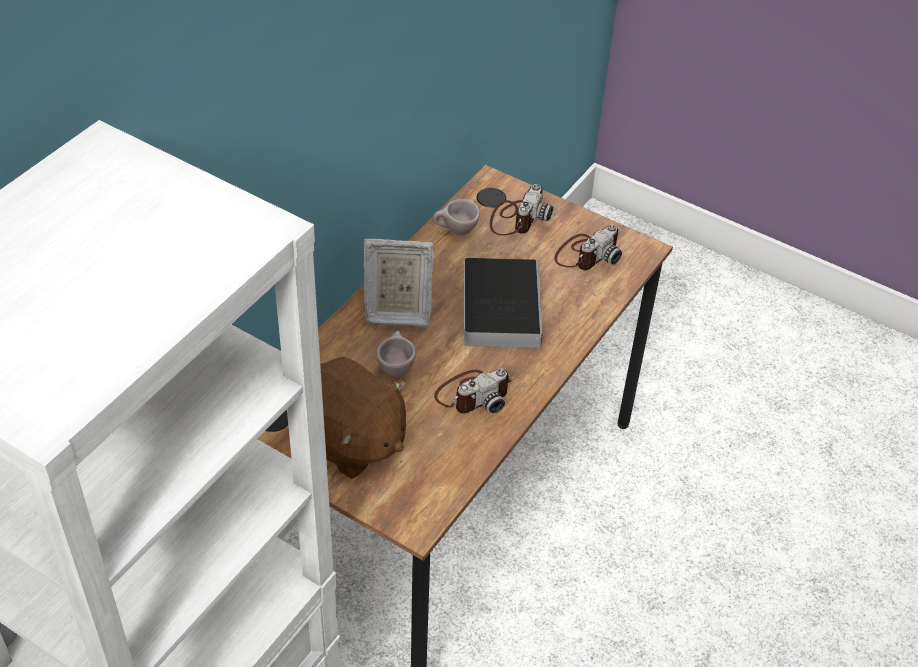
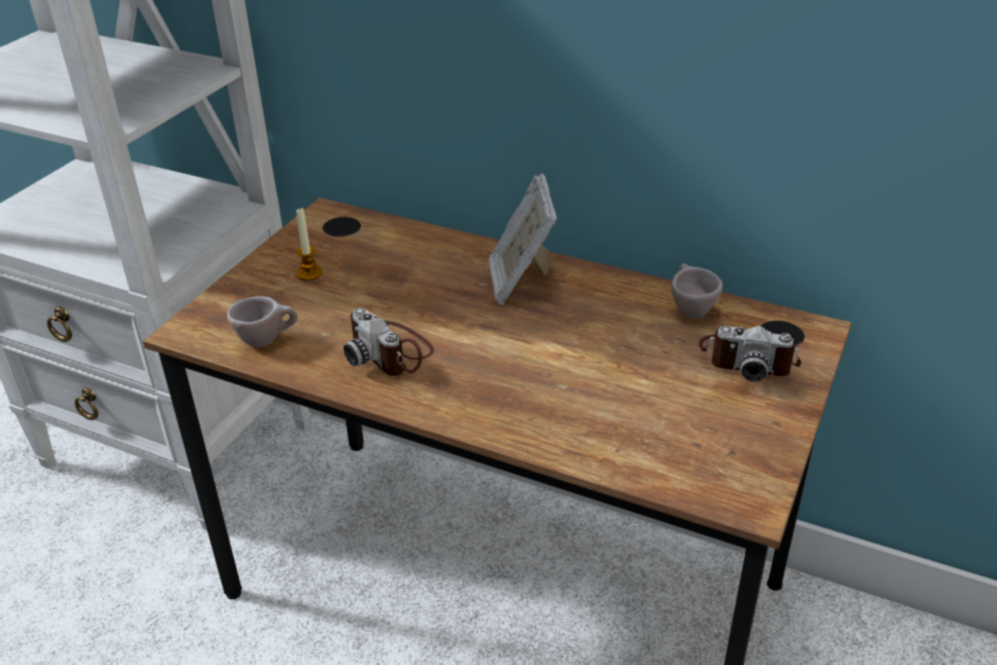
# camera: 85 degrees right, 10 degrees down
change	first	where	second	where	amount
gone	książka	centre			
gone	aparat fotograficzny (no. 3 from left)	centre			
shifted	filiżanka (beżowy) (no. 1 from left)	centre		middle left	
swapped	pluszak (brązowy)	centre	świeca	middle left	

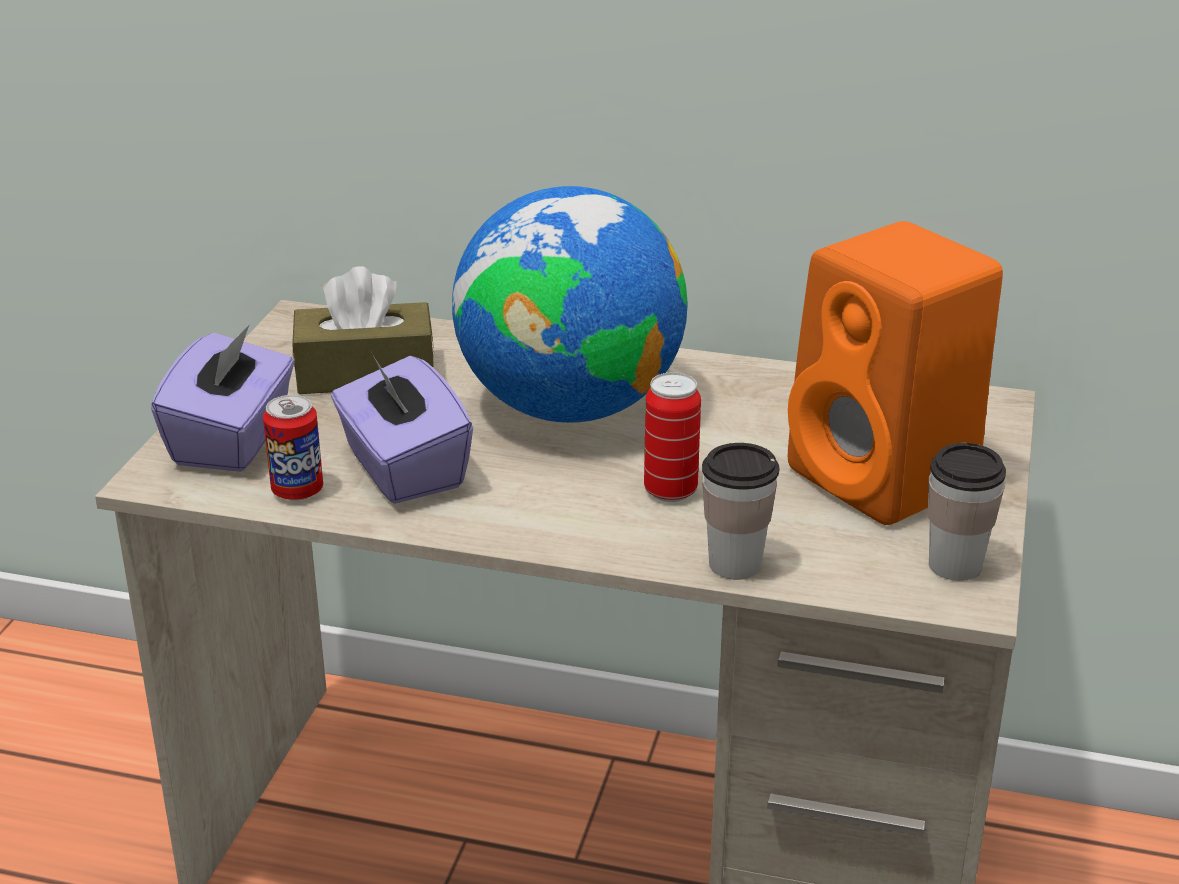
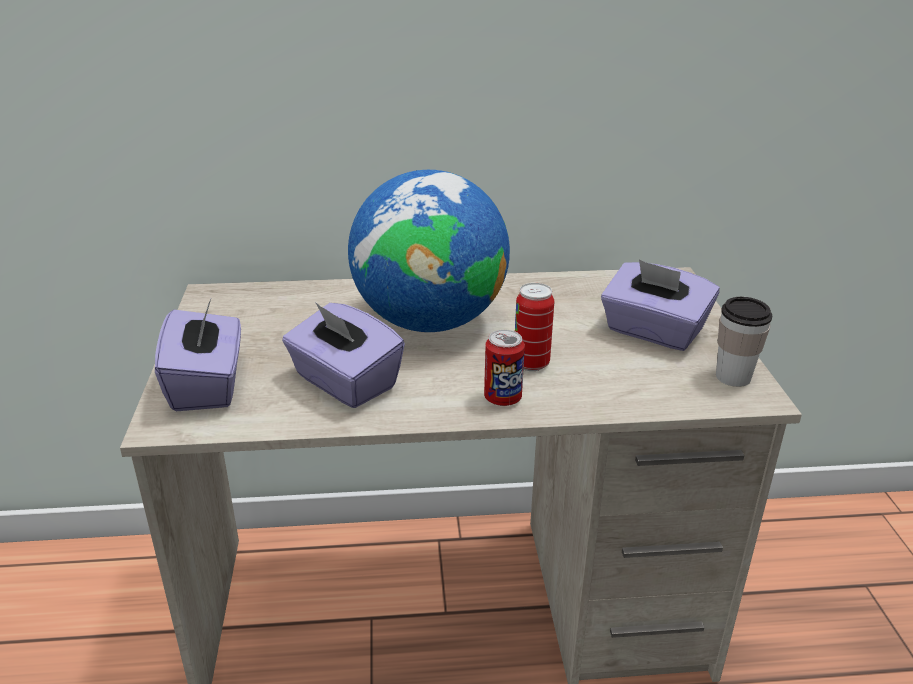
# camera: 20 degrees left, 0 degrees up
change	first	where	second	where	amount
gone	pudełko chusteczek (brązowy)	middle left			
gone	filiżanka (no. 1 from left)	centre			
shifted	puszka (no. 1 from left)	middle left		centre	
swapped	głośnik (pomarańczowy)	middle right	pudełko chusteczek (fioletowy) (no. 3 from left)	middle right	

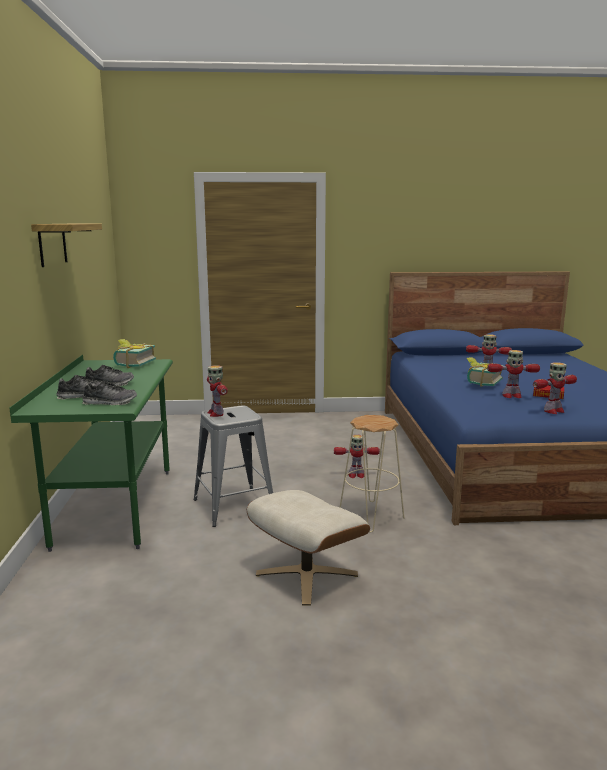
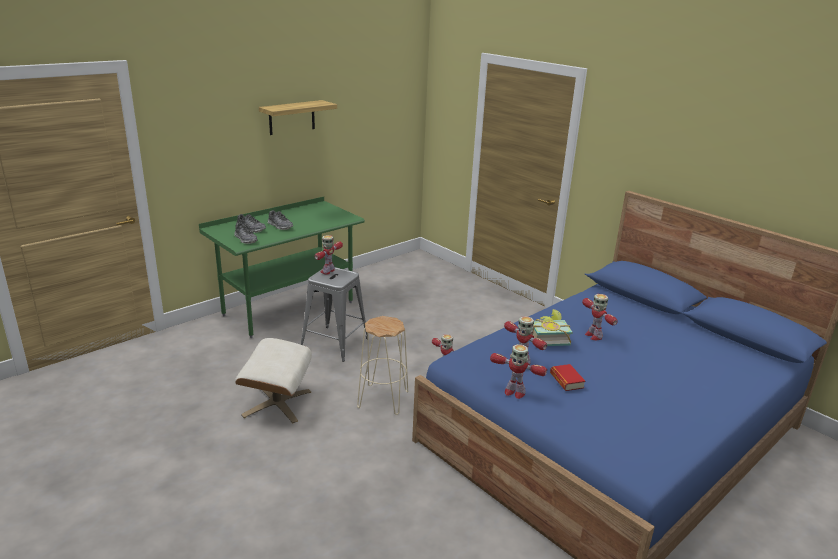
# camera: 50 degrees right, 10 degrees up
change	first	where	second	where	amount
gone	książka (no. 1 from left)	middle left			

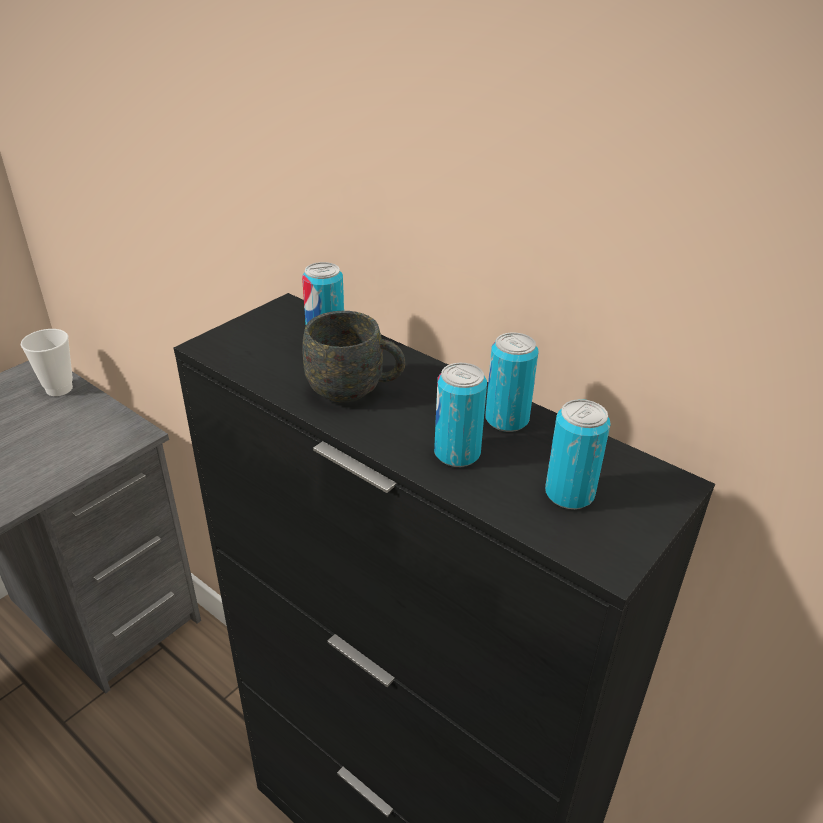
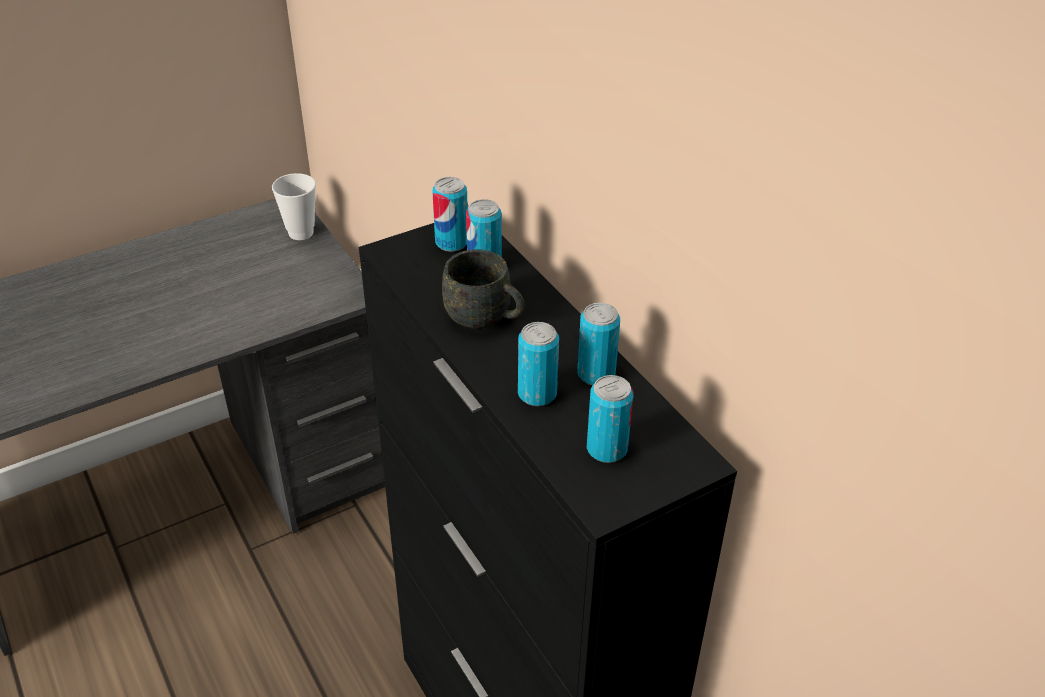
# camera: 20 degrees right, 5 degrees up
change	first	where	second	where	amount
new			puszka (no. 1 from left)	top centre	

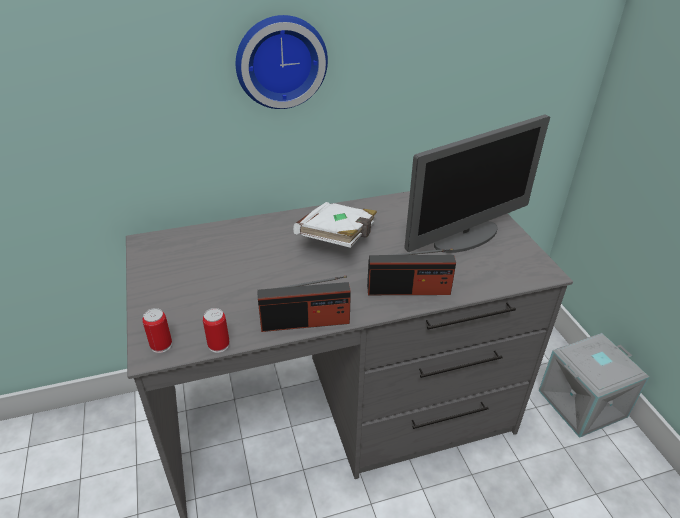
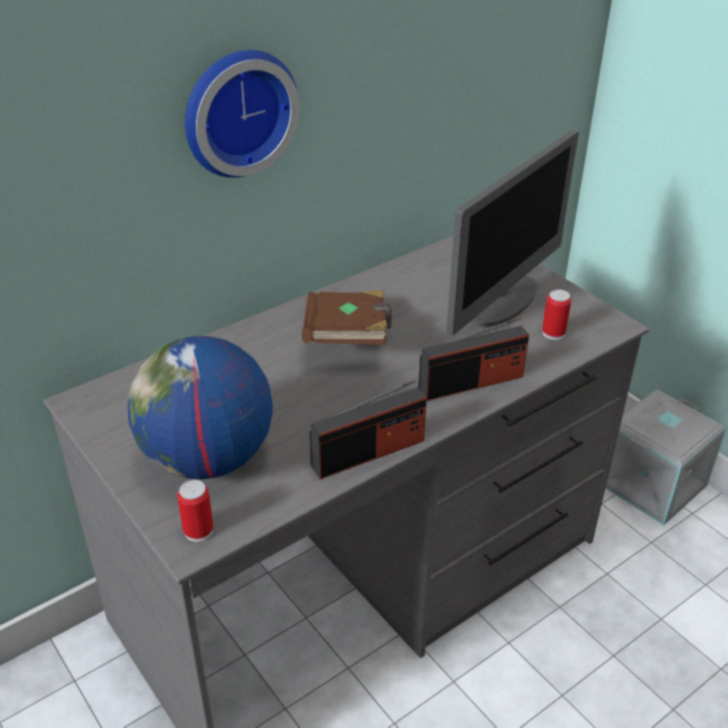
# camera: 20 degrees left, 0 degrees up
change	first	where	second	where	amount
new			globus	middle left	
shifted	puszka (no. 2 from left)	middle left		middle right	
repainted	książka (biały)	centre	książka (brązowy)	centre	

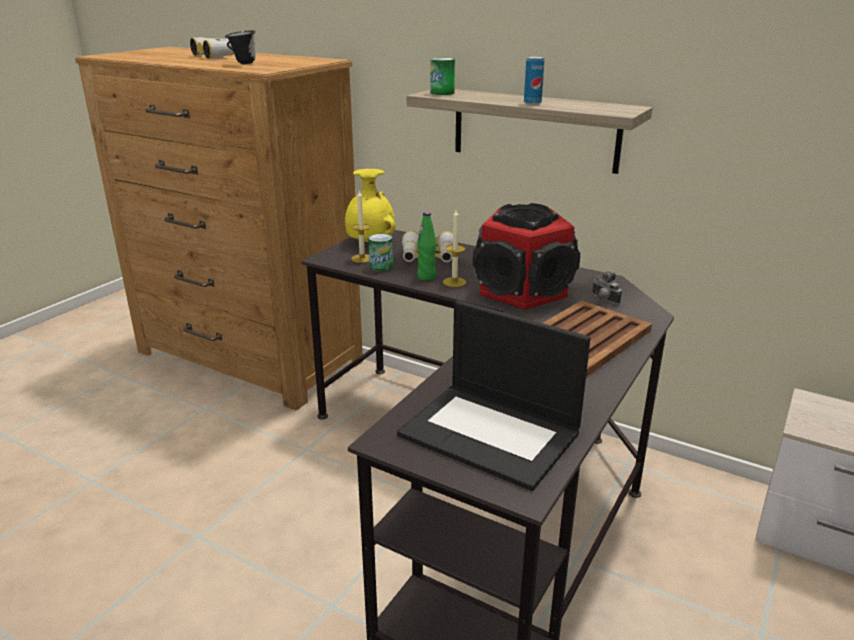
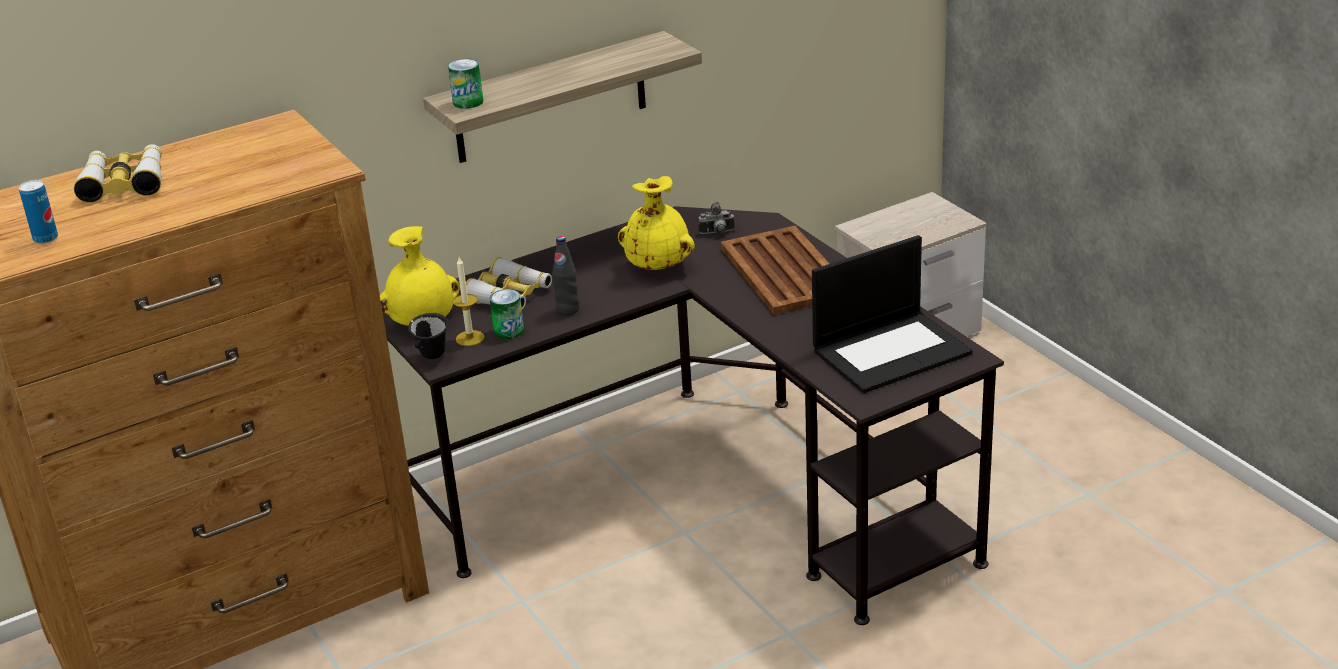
# camera: 60 degrees left, 5 degrees up
change	first	where	second	where	amount
gone	świeca (no. 2 from left)	centre			
shifted	kubek (czarny)	top left		middle left	
shifted	puszka (no. 3 from left in the first image)	top centre	puszka (no. 1 from left)	top left	
swapped	głośnik	centre	wazon (żółty) (no. 2 from left)	centre	
repainted	butelka (zielony)	centre	butelka (czarny)	centre	

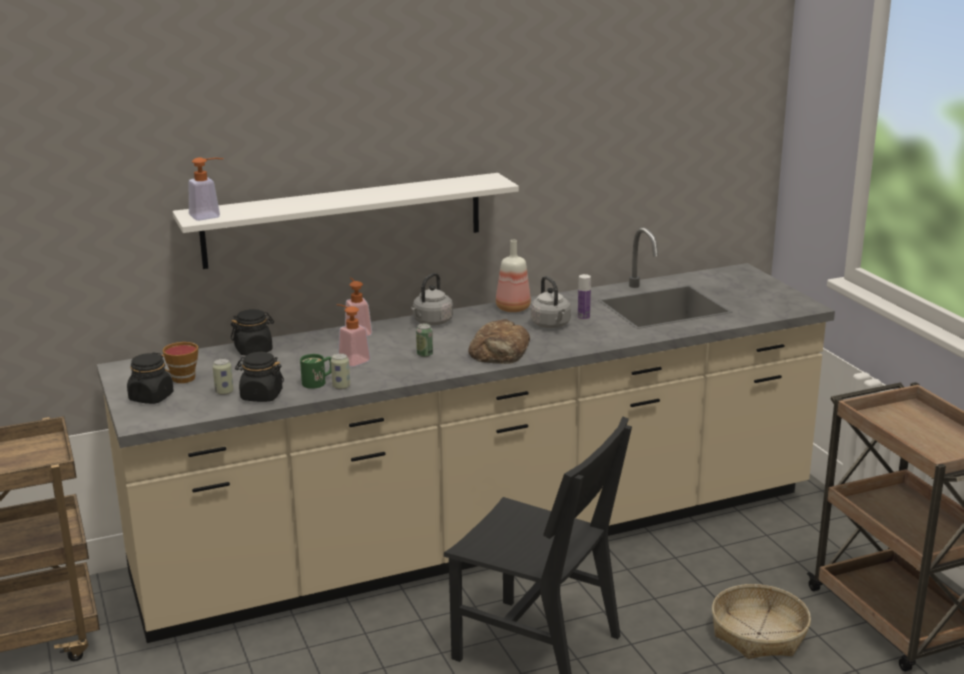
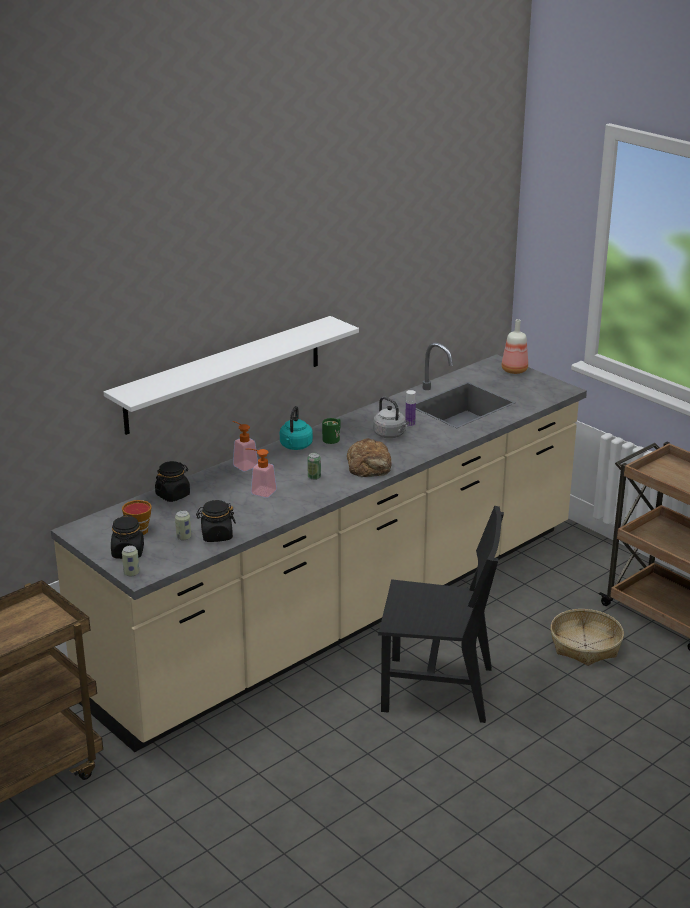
# camera: 20 degrees left, 5 degrees up
change	first	where	second	where	amount
gone	dozownik mydła (no. 1 from left)	top left			
shifted	kubek (zielony)	middle left		centre	
shifted	puszka (no. 2 from left in the first image)	centre	puszka (no. 1 from left)	middle left	
shifted	butelka (no. 1 from left in the first image)	centre	butelka (no. 2 from left)	middle right	
repainted	czajnik (szary) (no. 1 from left)	centre	czajnik (turkusowy)	centre	

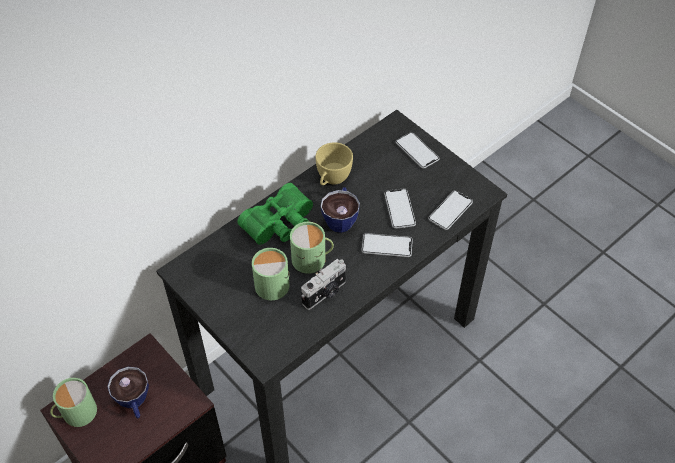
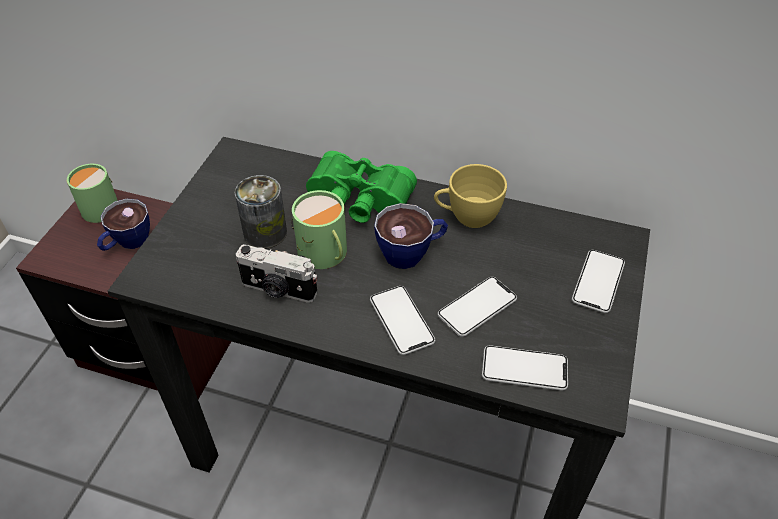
# camera: 60 degrees right, 5 degrees down
change	first	where	second	where	amount
swapped	kubek (zielony) (no. 2 from left)	centre	puszka	centre	

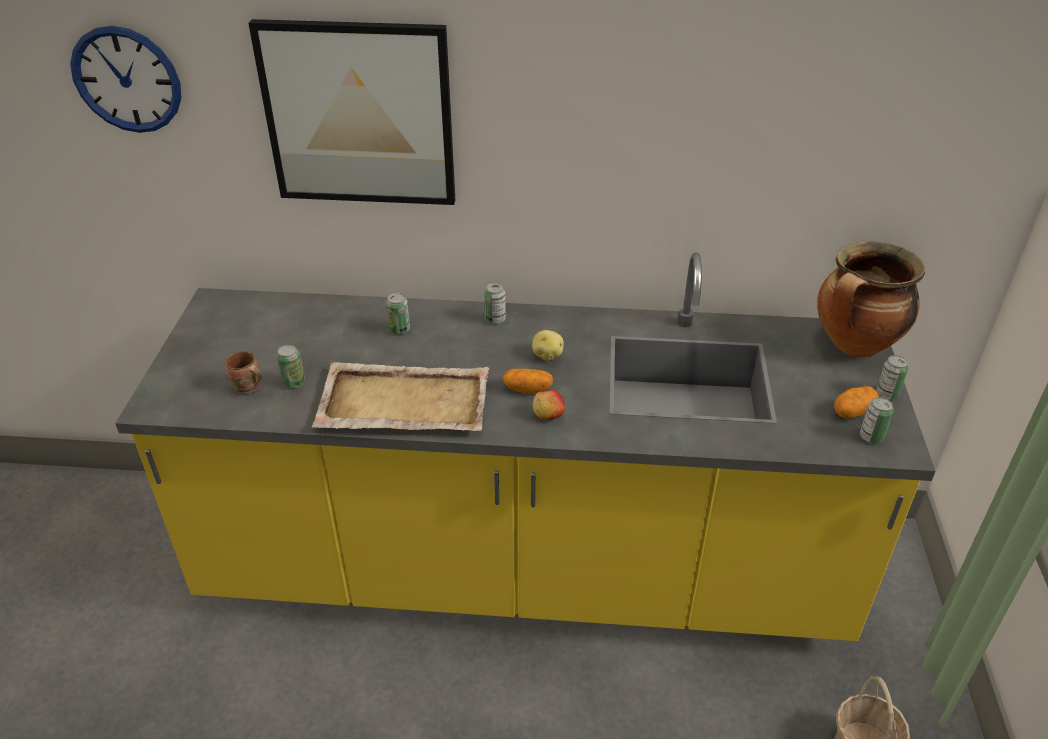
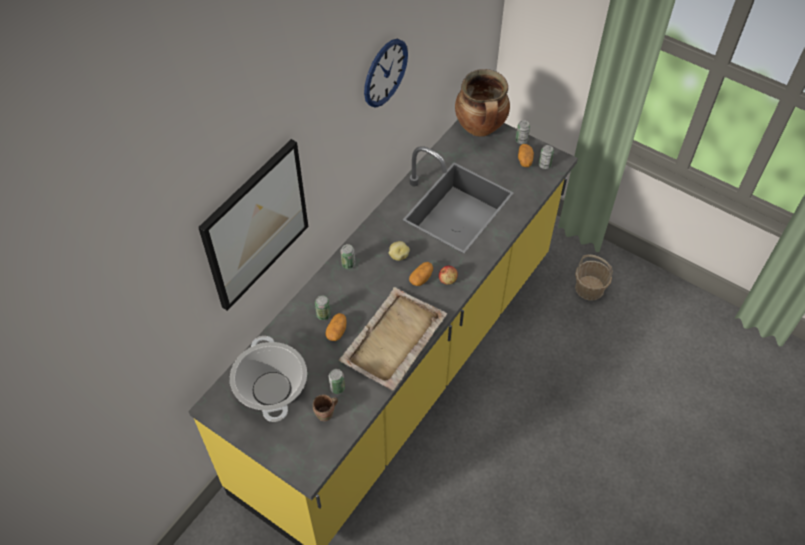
# camera: 60 degrees left, 15 degrees up
change	first	where	second	where	amount
new			garnek (no. 1 from left)	bottom left	
new			ziemniak (no. 1 from left)	centre	
shifted	zegar ścienny	top left		top centre	

